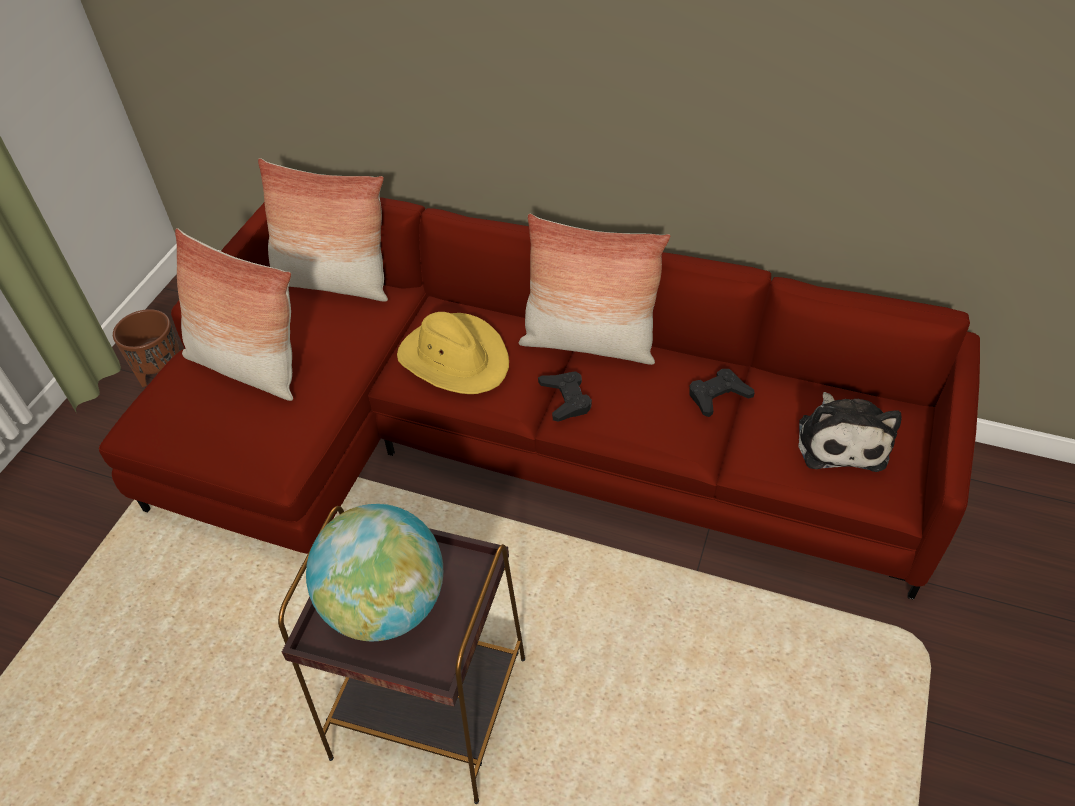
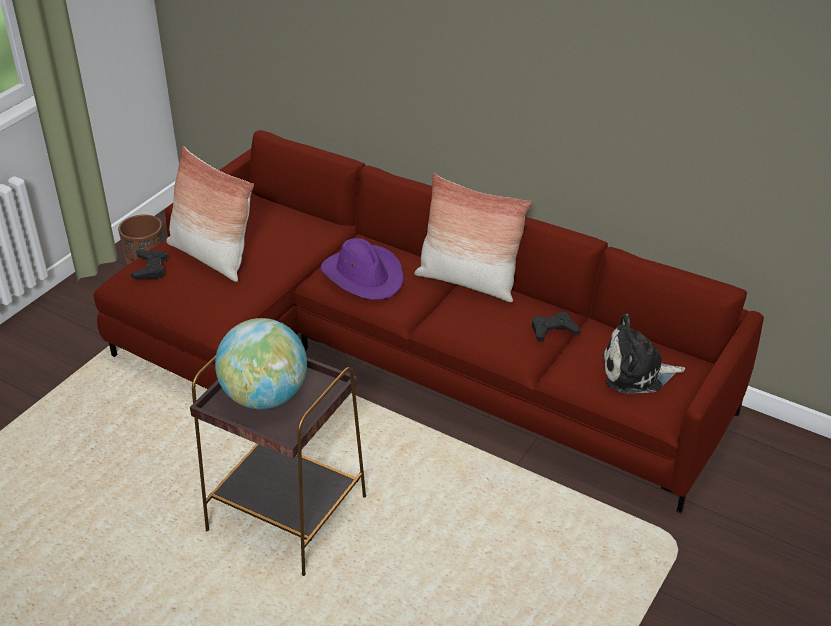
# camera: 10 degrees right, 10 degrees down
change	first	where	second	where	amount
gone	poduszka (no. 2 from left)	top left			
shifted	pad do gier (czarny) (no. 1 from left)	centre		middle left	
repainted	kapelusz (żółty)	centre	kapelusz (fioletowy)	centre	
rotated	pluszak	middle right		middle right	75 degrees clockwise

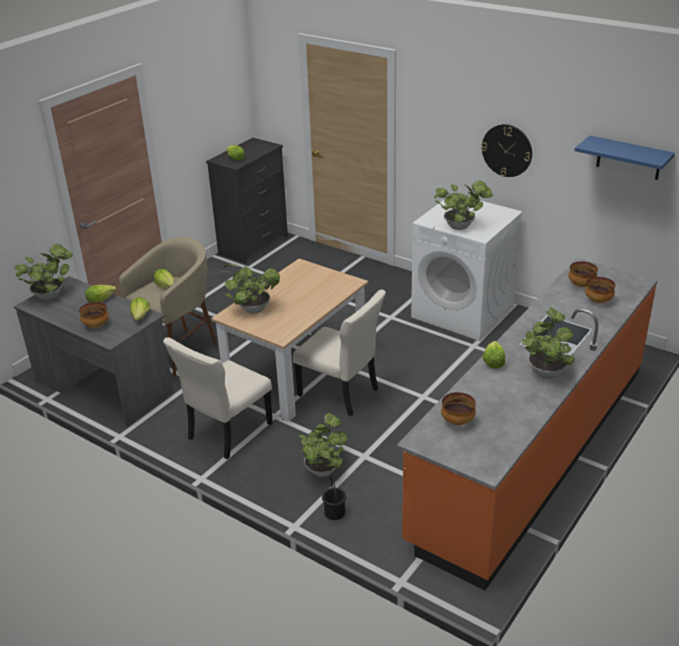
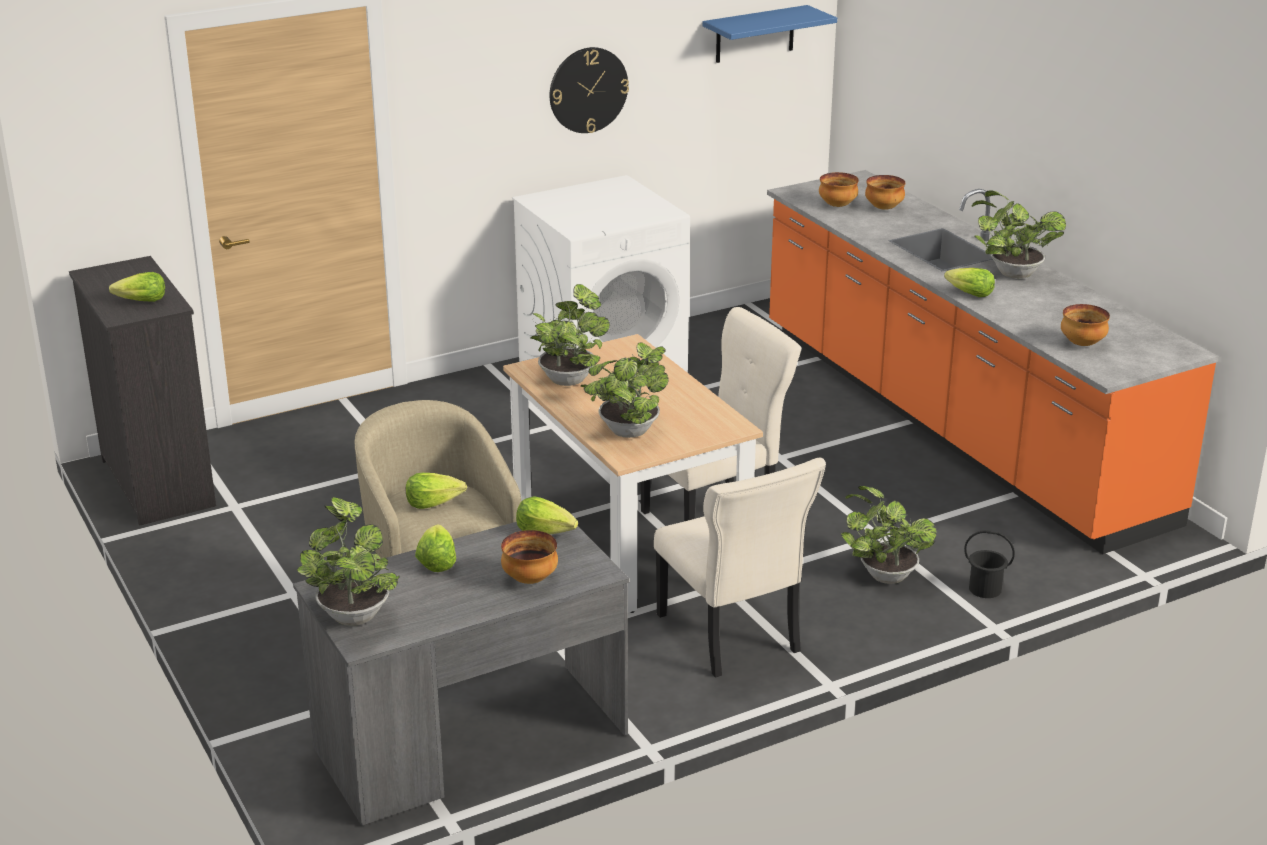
# camera: 65 degrees left, 5 degrees down
change	first	where	second	where	amount
shifted	roślina doniczkowa (no. 4 from left in the first image)	top right	roślina doniczkowa (no. 2 from left)	centre	

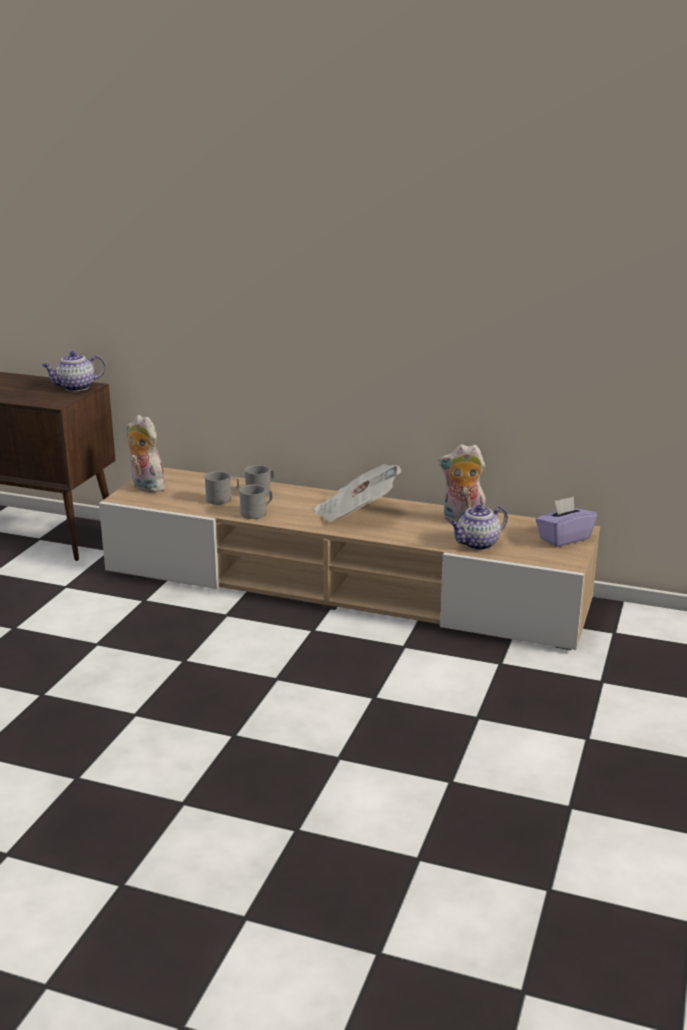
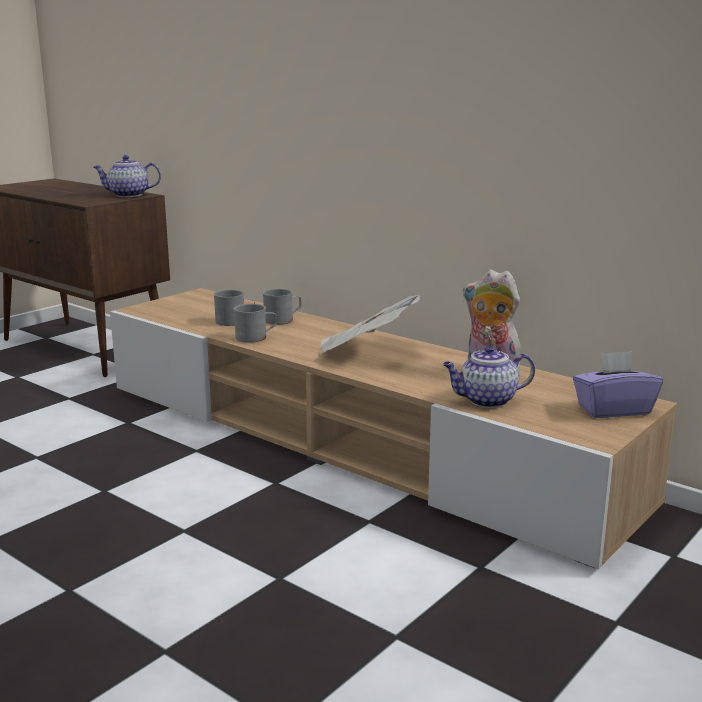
# camera: 20 degrees right, 5 degrees down
change	first	where	second	where	amount
gone	pluszak (no. 1 from left)	middle left			

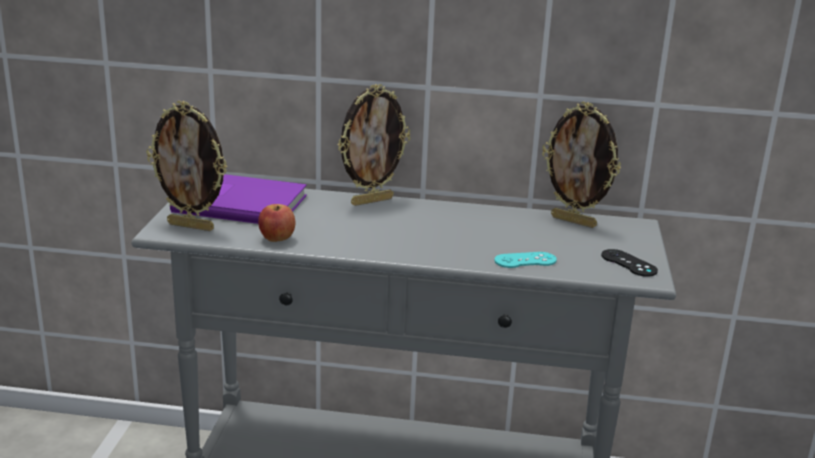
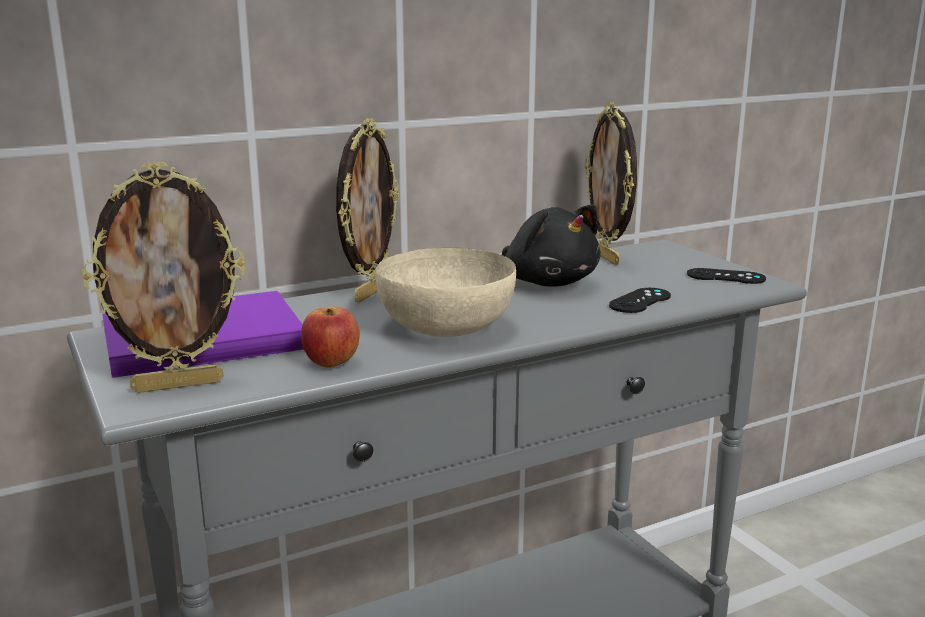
# camera: 35 degrees left, 5 degrees down
change	first	where	second	where	amount
new			miska (beżowy)	centre	
new			pluszak (czarny)	centre	
repainted	pad do gier (turkusowy)	centre	pad do gier (czarny) (no. 1 from left)	middle right	
rotated	ramka na zdjęcie (no. 3 from left)	middle right		top centre	75 degrees clockwise

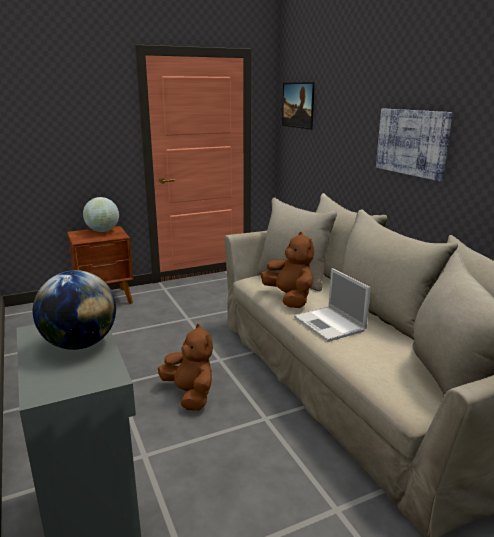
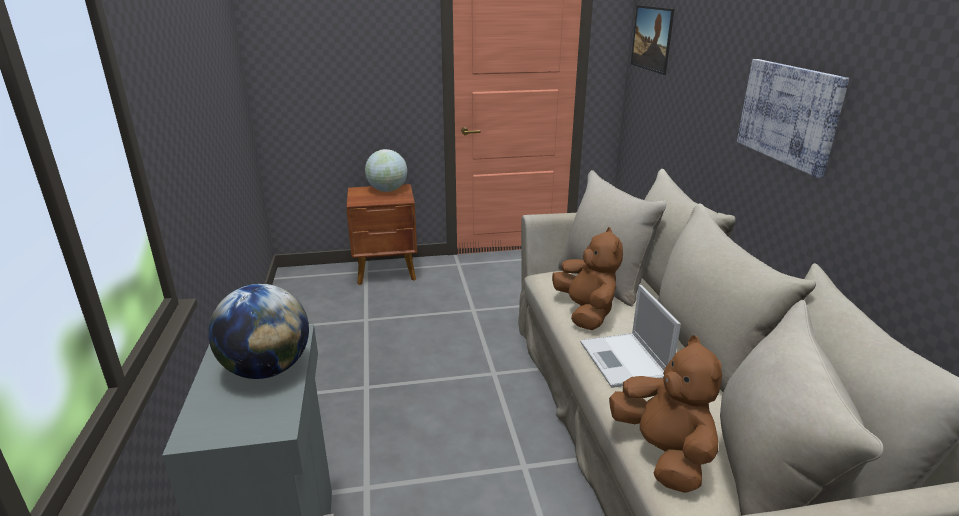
# camera: 15 degrees right, 5 degrees up
change	first	where	second	where	amount
shifted	pluszak (brązowy) (no. 1 from left in the first image)	bottom centre	pluszak (brązowy) (no. 2 from left)	bottom right	

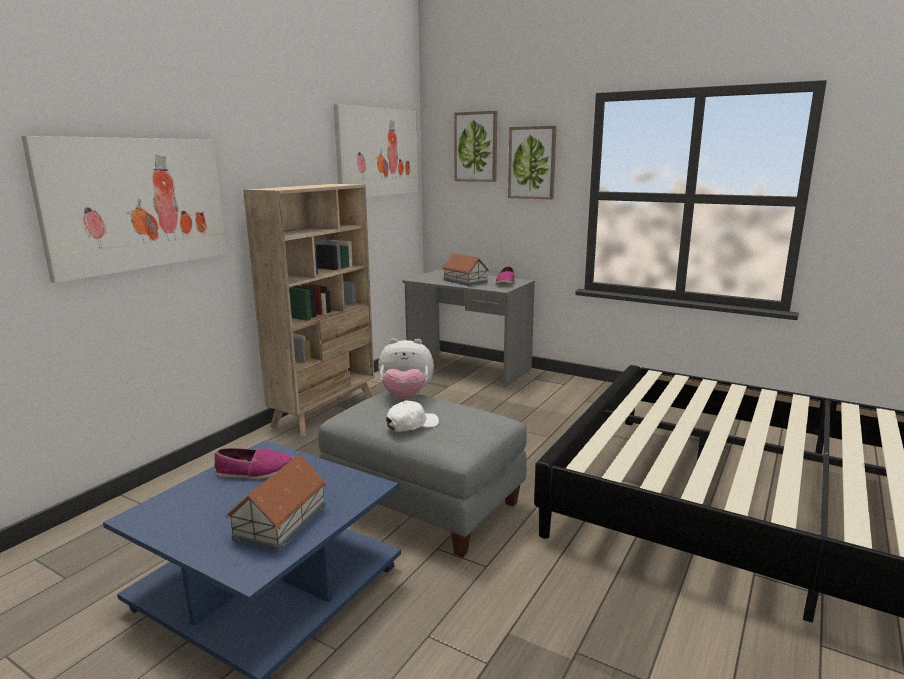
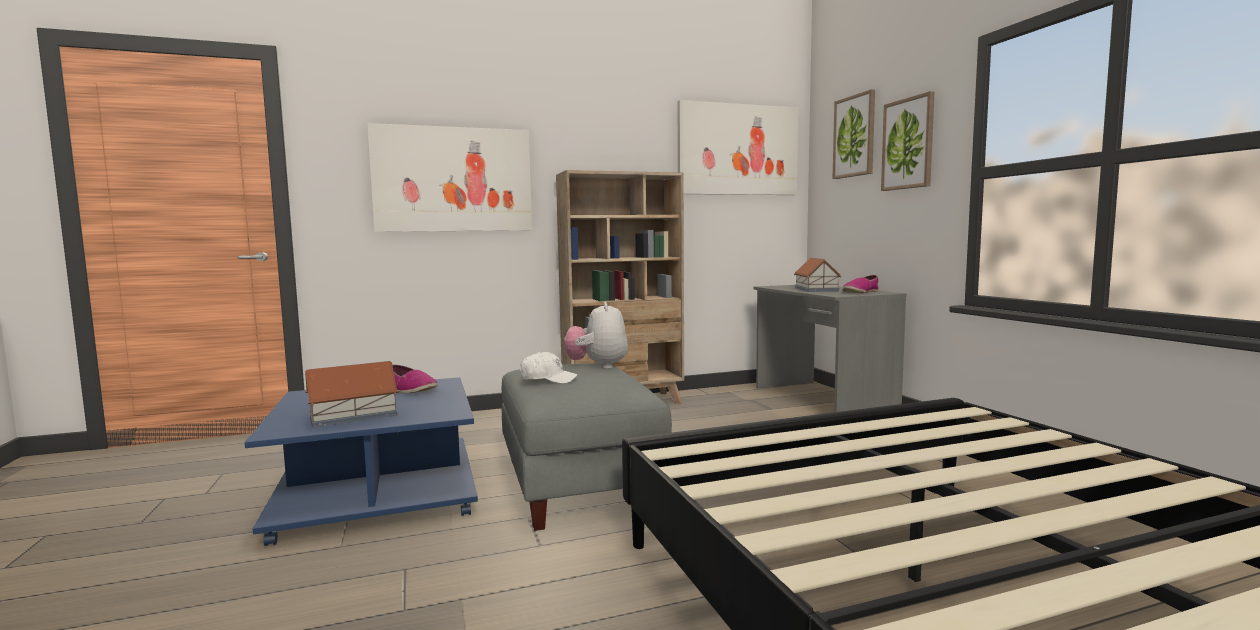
# camera: 40 degrees right, 10 degrees down
change	first	where	second	where	amount
rotated	pluszak	centre		centre	45 degrees clockwise

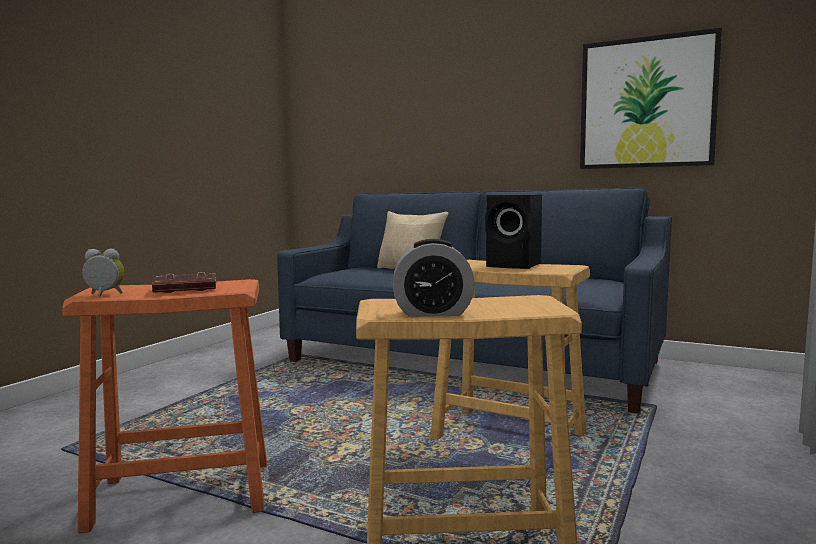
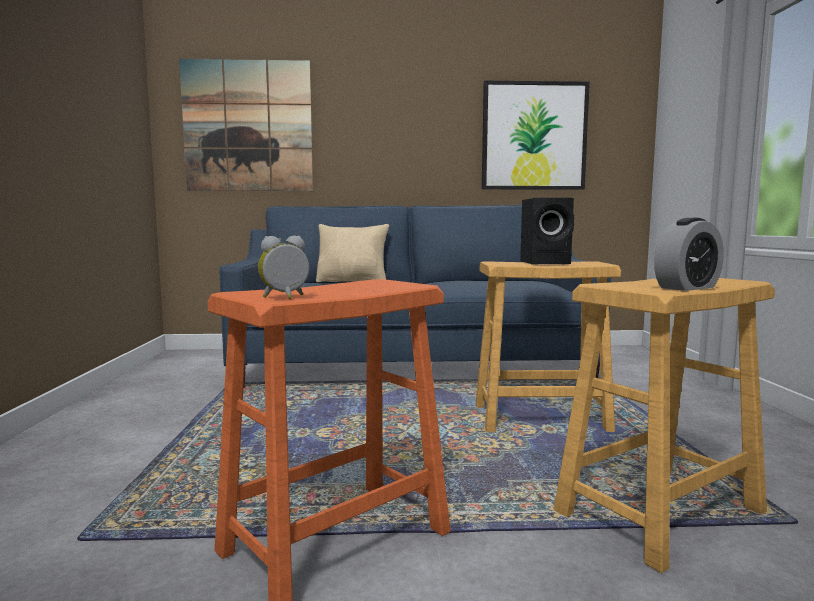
# camera: 30 degrees left, 0 degrees up
change	first	where	second	where	amount
gone	książka (brązowy)	middle left			
new			obraz (no. 1 from left)	top left	

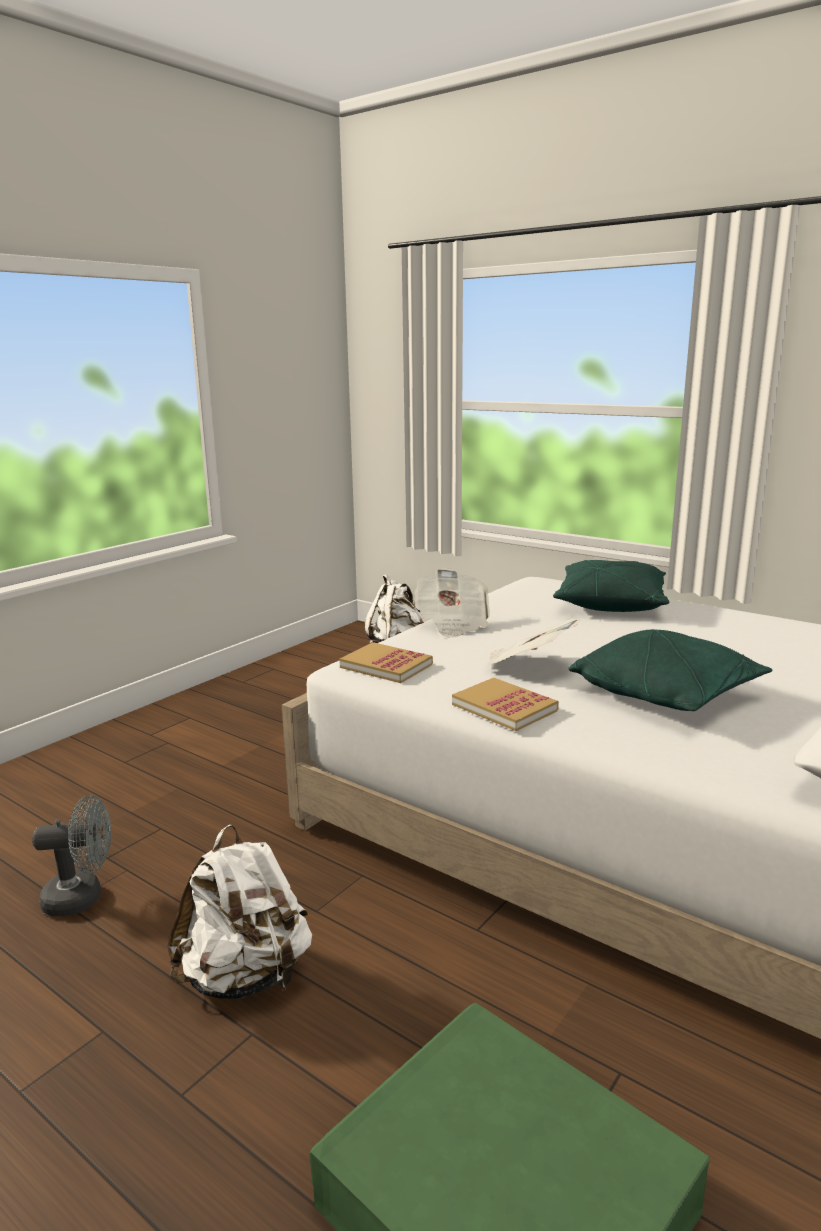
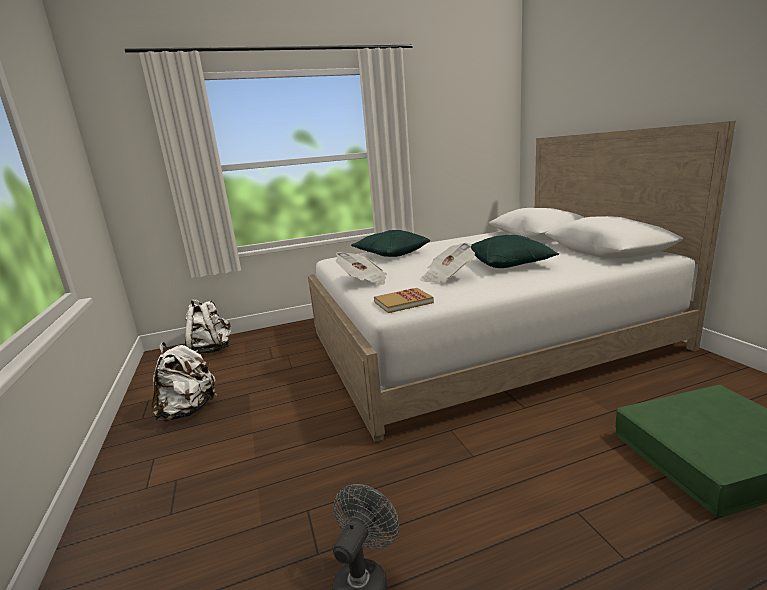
# camera: 55 degrees left, 0 degrees up
change	first	where	second	where	amount
gone	książka (no. 2 from left)	centre			
shifted	plecak (biały) (no. 1 from left)	bottom left		middle left	

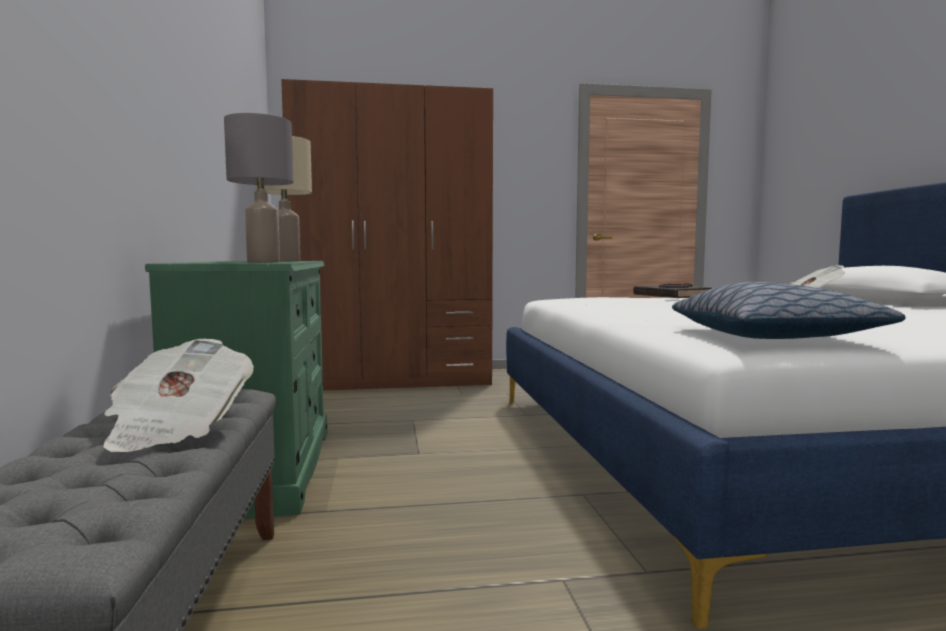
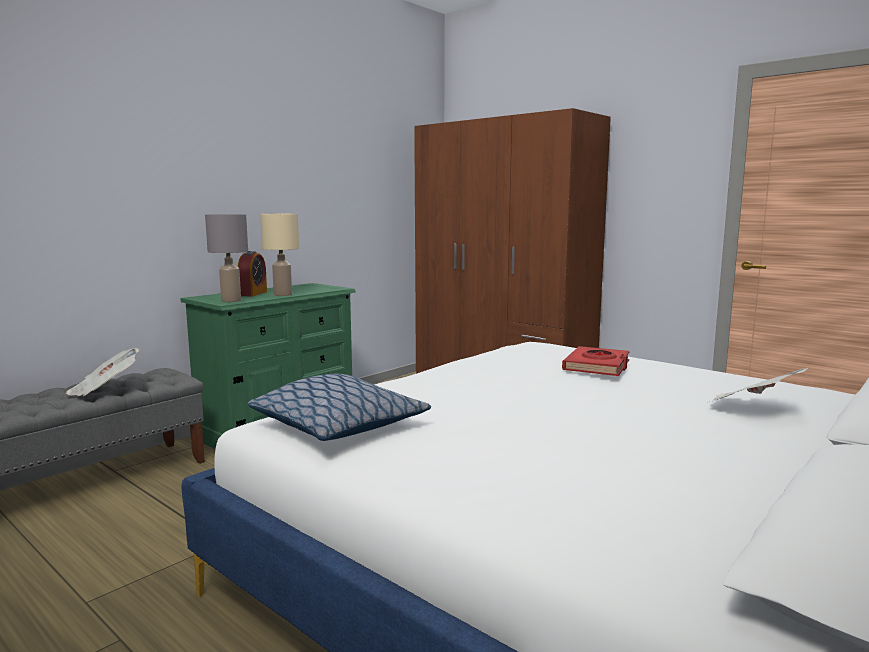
# camera: 50 degrees right, 5 degrees up
change	first	where	second	where	amount
new			budzik	middle left	
repainted	książka (czarny)	middle right	książka (czerwony)	middle right	

